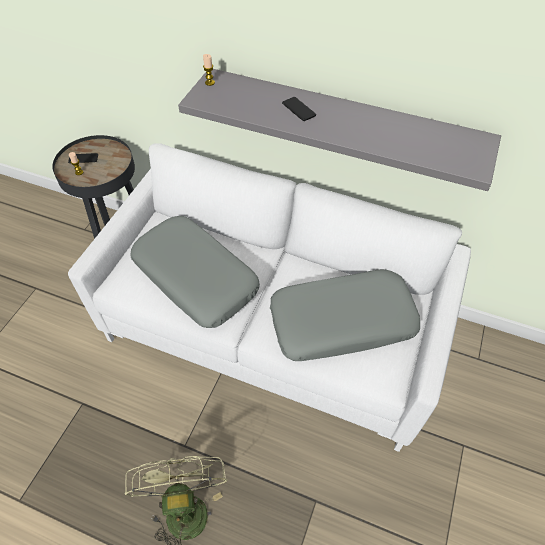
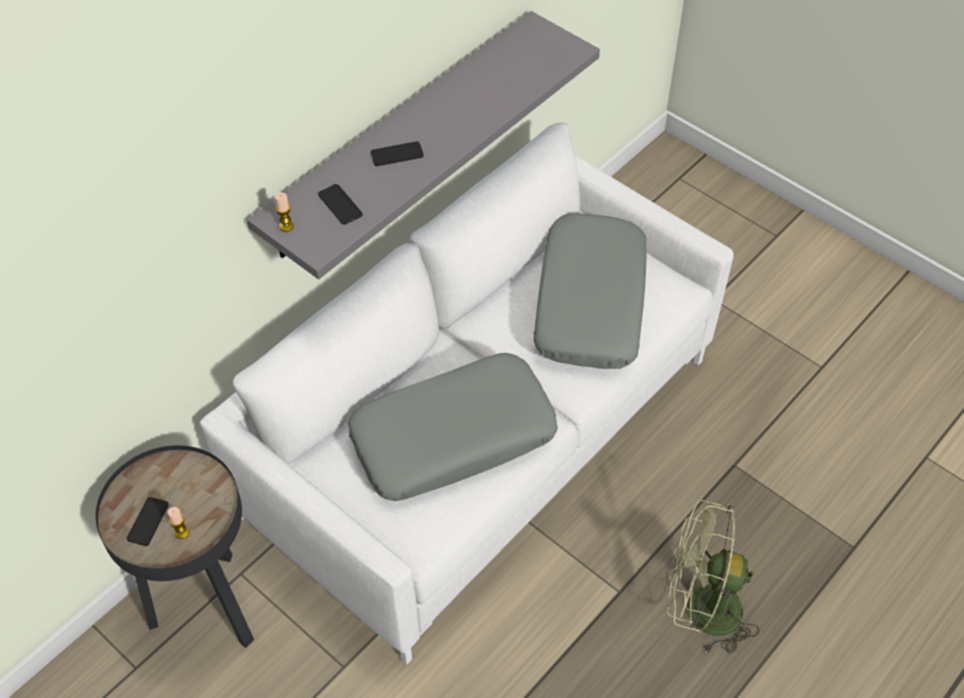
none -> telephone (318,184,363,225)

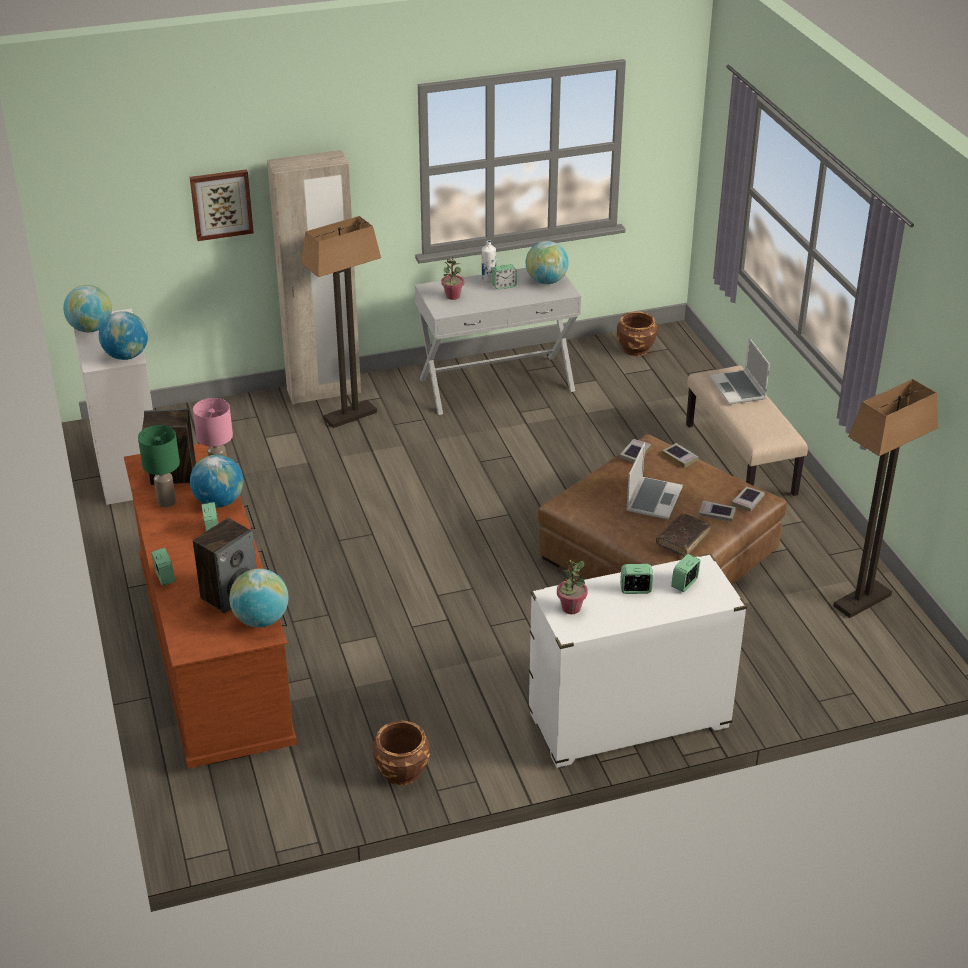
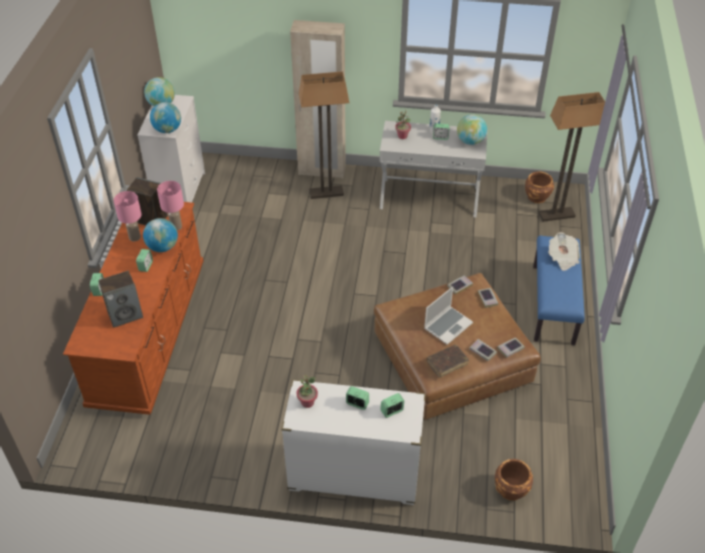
wall picture (190,169,254,241) -> none
notebook computer (710,337,770,404) -> newspaper (548,232,580,271)
indoor bench/beige-coloured (686,365,808,496) -> indoor bench/blue (533,236,585,345)
standard lamp (833,379,938,618) -> standard lamp (539,92,605,222), moved
table lamp/greenish (138,425,180,508) -> table lamp/pinkish (113,191,142,241)
desk globe (229,569,288,627) -> none
planter/brown (373,721,430,785) -> planter/brown (495,459,533,501), moved

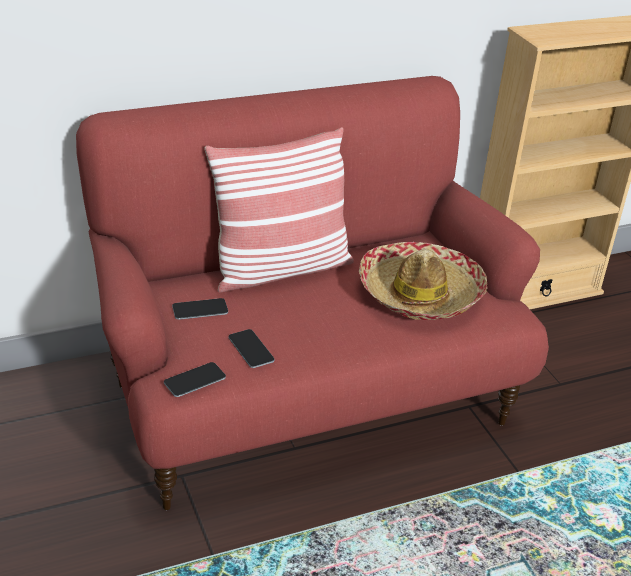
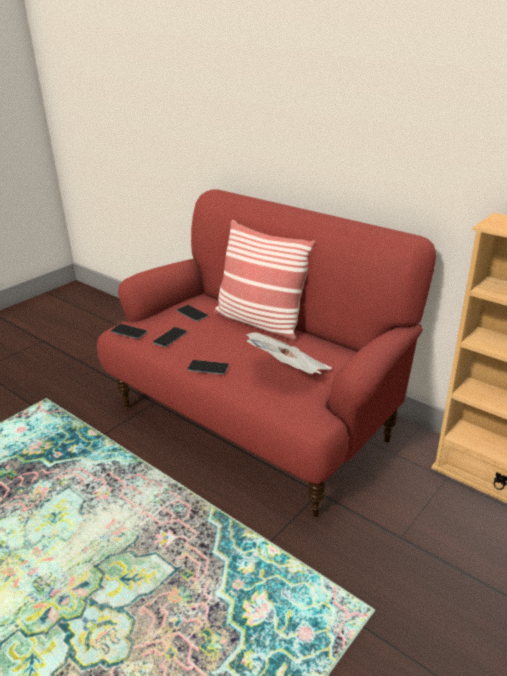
hat (359,242,487,320) -> newspaper (246,332,332,374)
none -> telephone (188,360,229,375)

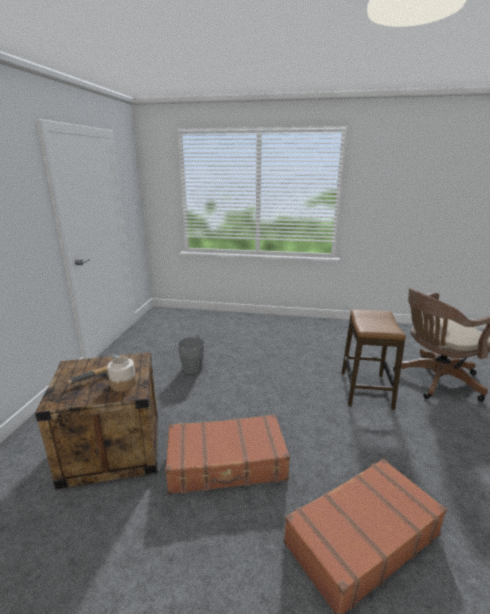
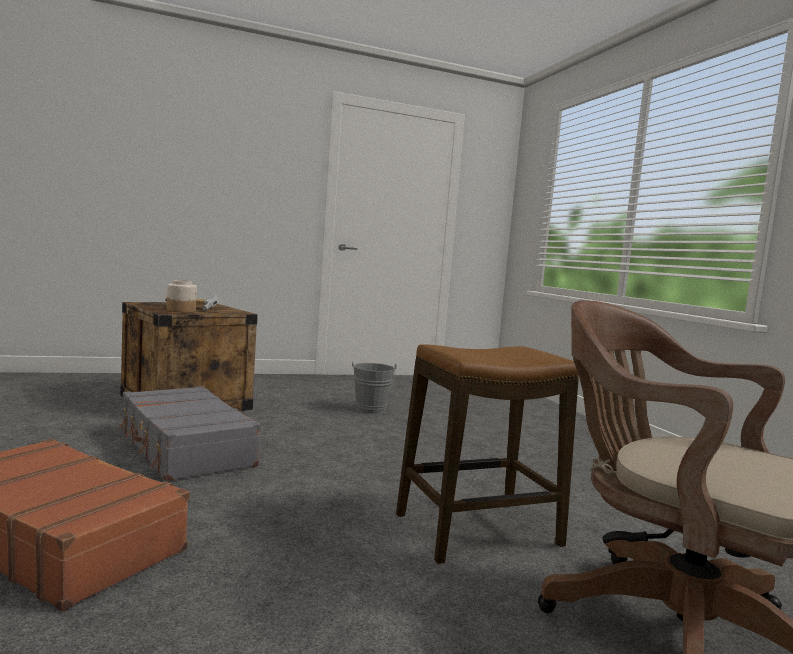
travel case/brown (165,414,290,494) -> travel case/greyish (118,386,261,481)

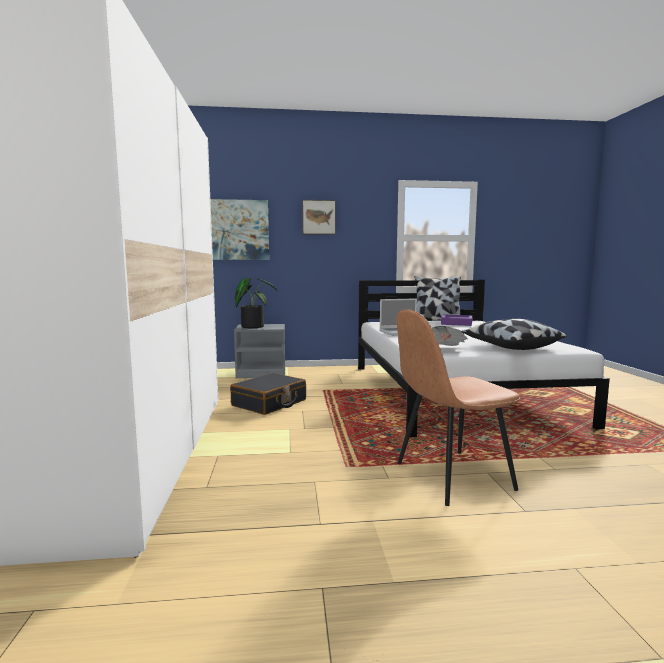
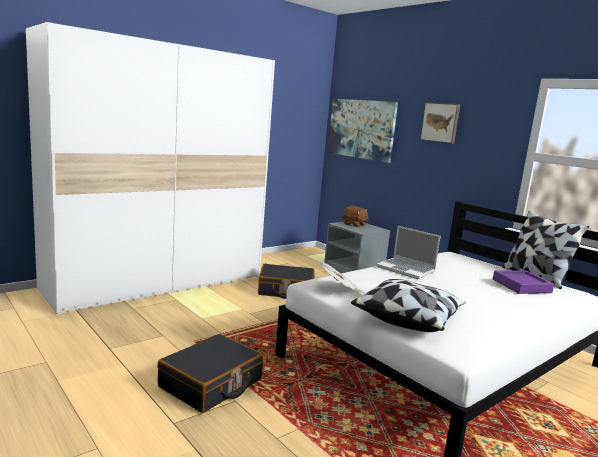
plant in a pot (235,278,278,328) -> plush toy/brown (342,206,369,227)
chair/brown (397,309,520,506) -> travel case/blackish (157,334,263,413)

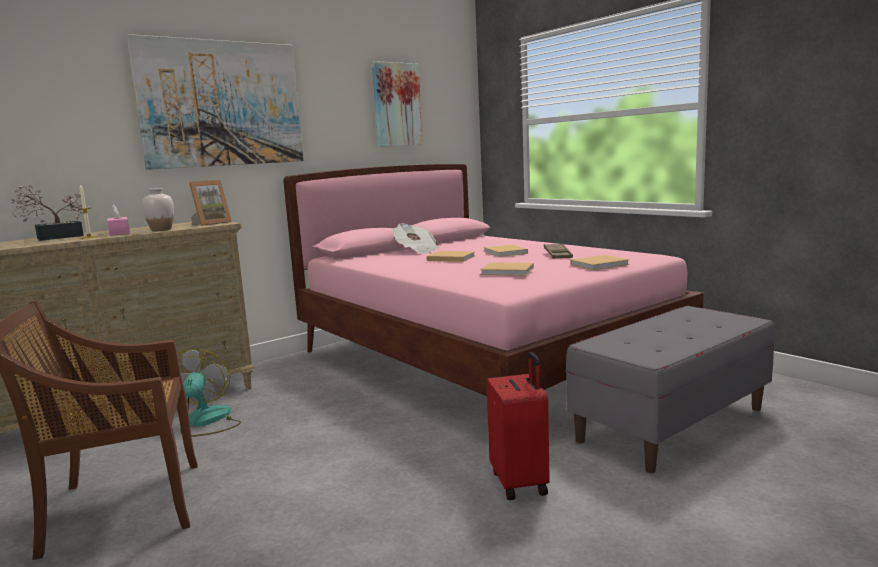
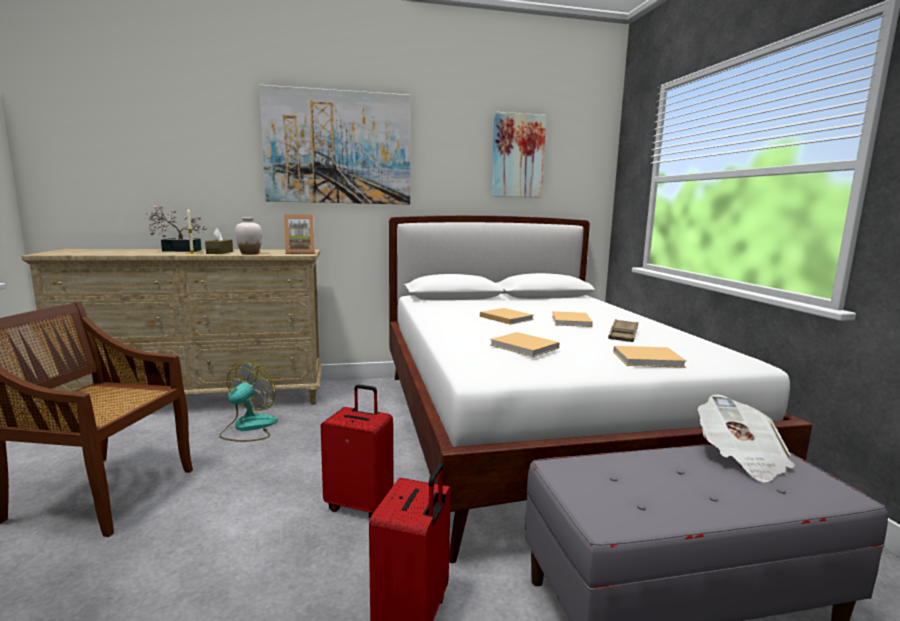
bed/pinkish (283,164,704,396) -> bed/whitish (389,215,813,563)
tissue box/pinkish (107,204,130,236) -> tissue box/brown (205,228,233,254)
newspaper (392,224,439,254) -> newspaper (697,394,795,483), moved
none -> travel case/red-coloured (321,384,393,518)

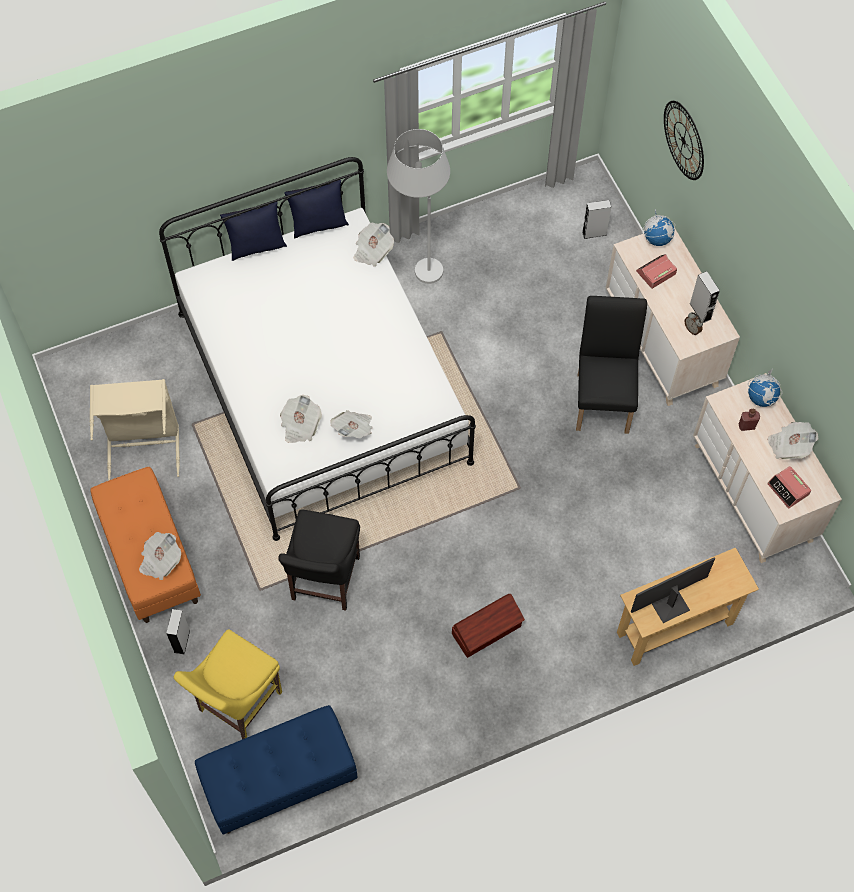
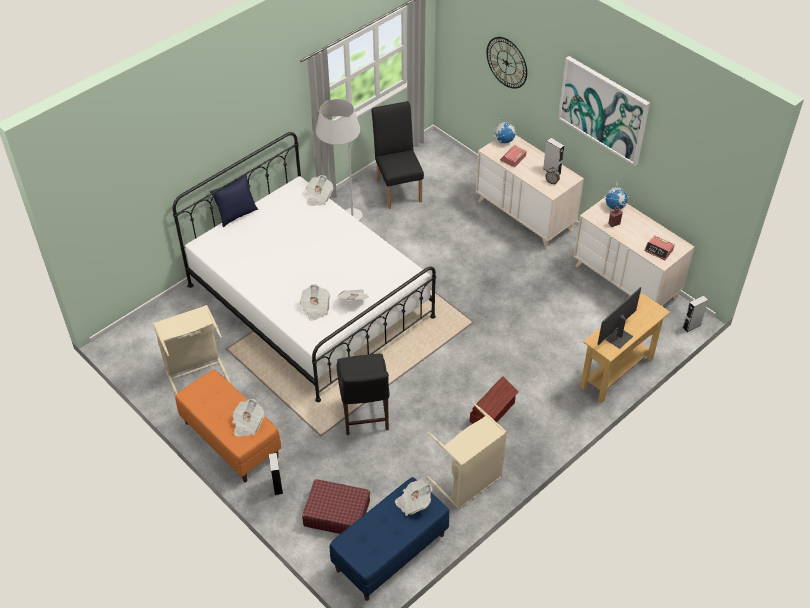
throw pillow/blue (284,180,349,238) -> none
speaker/greyish (582,200,611,239) -> speaker/greyish (682,295,708,332), moved
chair/blackish (576,296,647,434) -> chair/blackish (372,101,424,209), moved
newspaper (767,422,818,460) -> newspaper (395,479,433,516), moved
chair/yellow (174,629,282,739) -> travel case/red-coloured (302,479,370,534)
none -> wall picture (558,56,650,166)
none -> washing basket/beige-coloured (427,401,507,509)

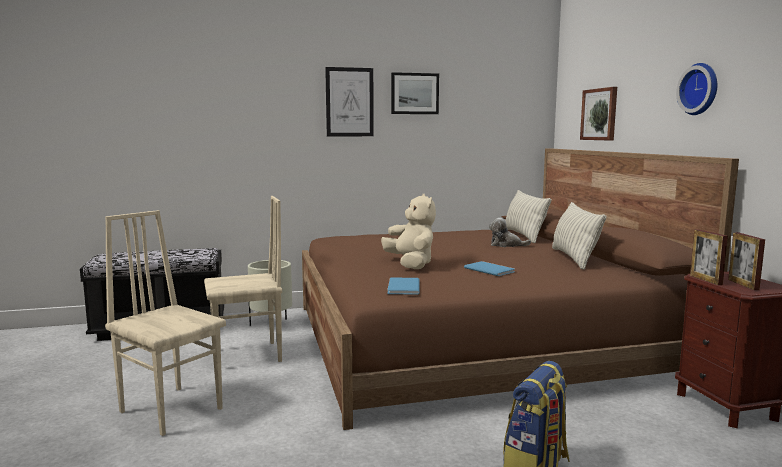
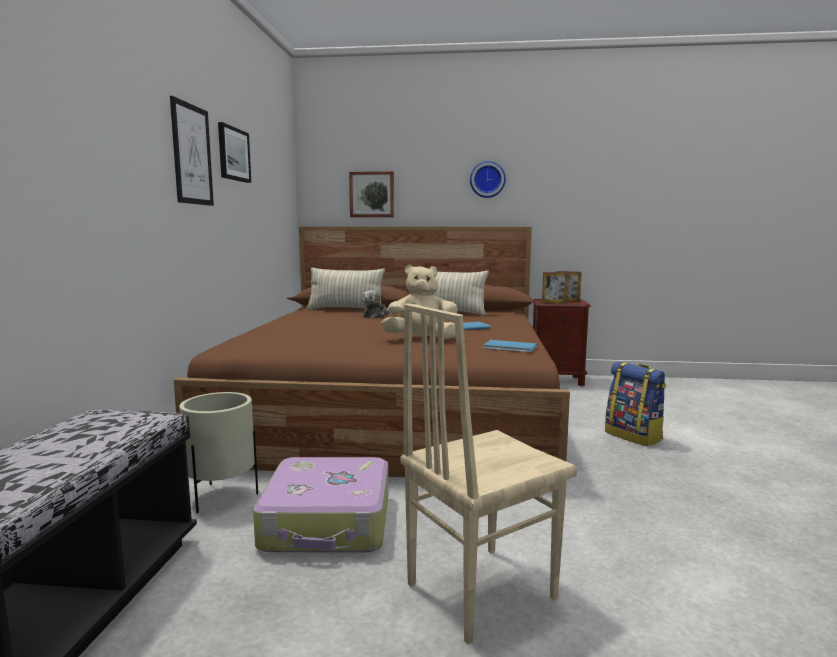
chair/beige-coloured (204,196,282,362) -> travel case (253,457,388,552)

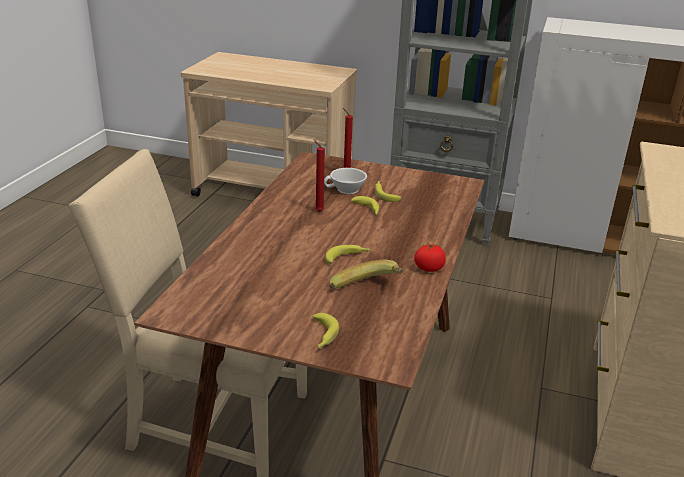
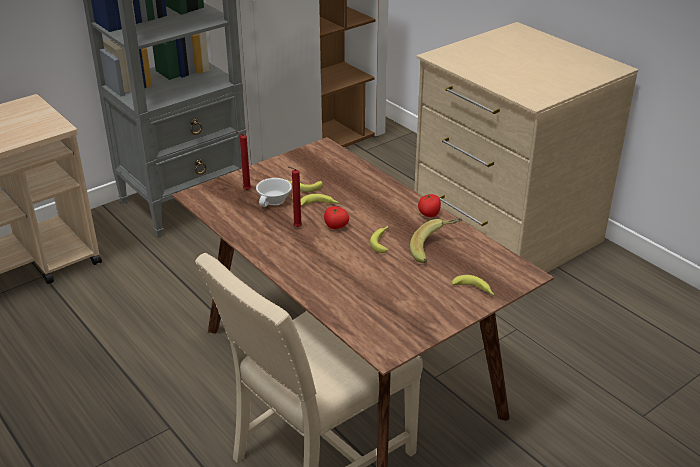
none -> fresh tomato (324,206,349,229)

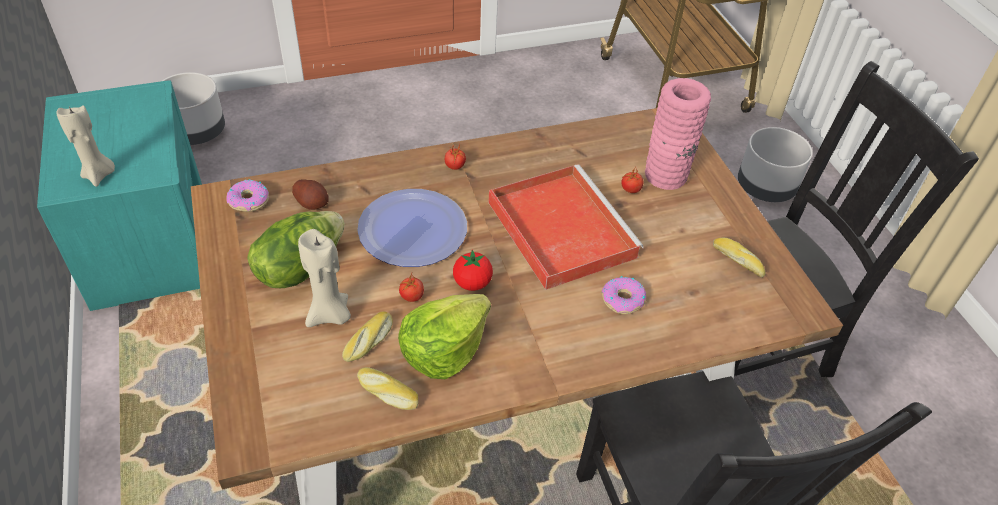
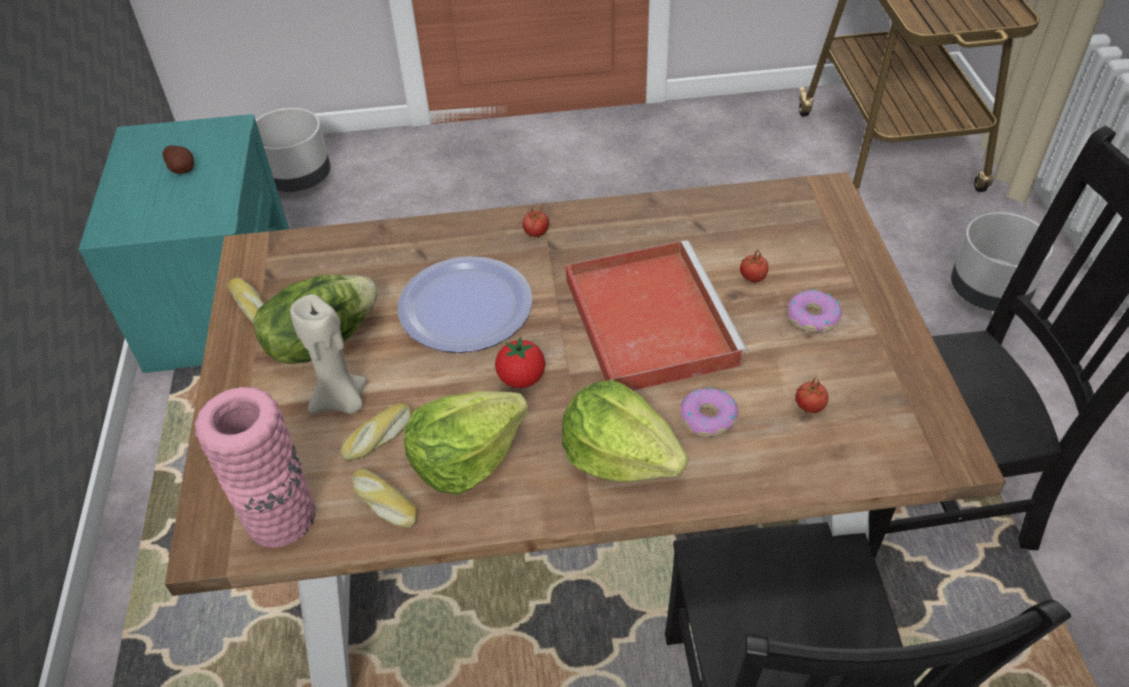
vase/pinkish (645,78,711,190) -> vase/pinkish (194,387,315,548), moved
candle/beige-coloured (56,105,115,187) -> none
donut (226,179,269,212) -> donut (788,290,842,332), moved
potato (292,179,329,210) -> potato (162,145,194,174), moved
baked bread (713,237,766,278) -> baked bread (227,278,264,324), moved
fresh tomato (399,274,424,302) -> fresh tomato (796,375,828,413), moved
none -> head of lettuce (562,380,689,482)

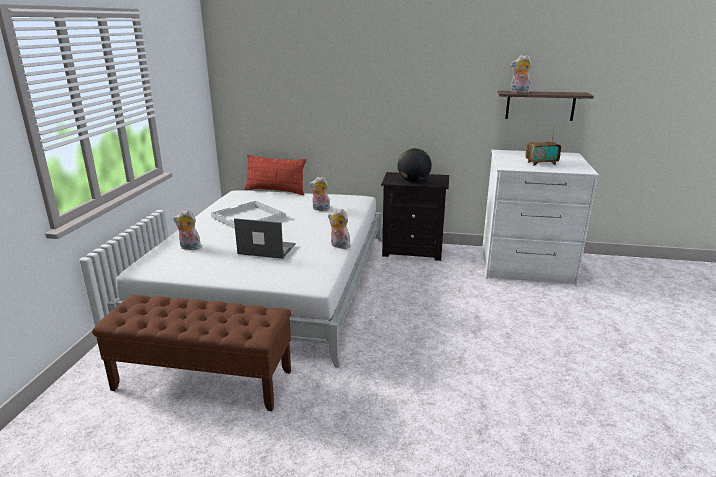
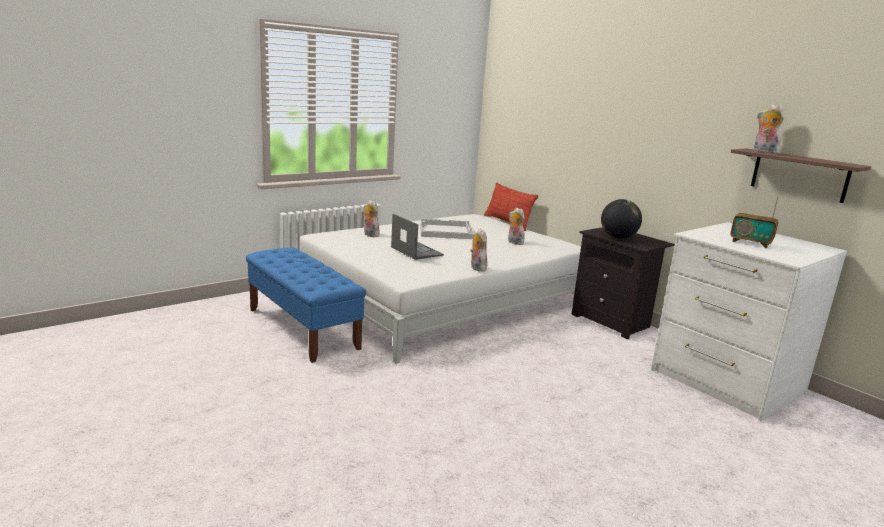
indoor bench/brown (92,295,291,411) -> indoor bench/blue (246,247,366,363)

